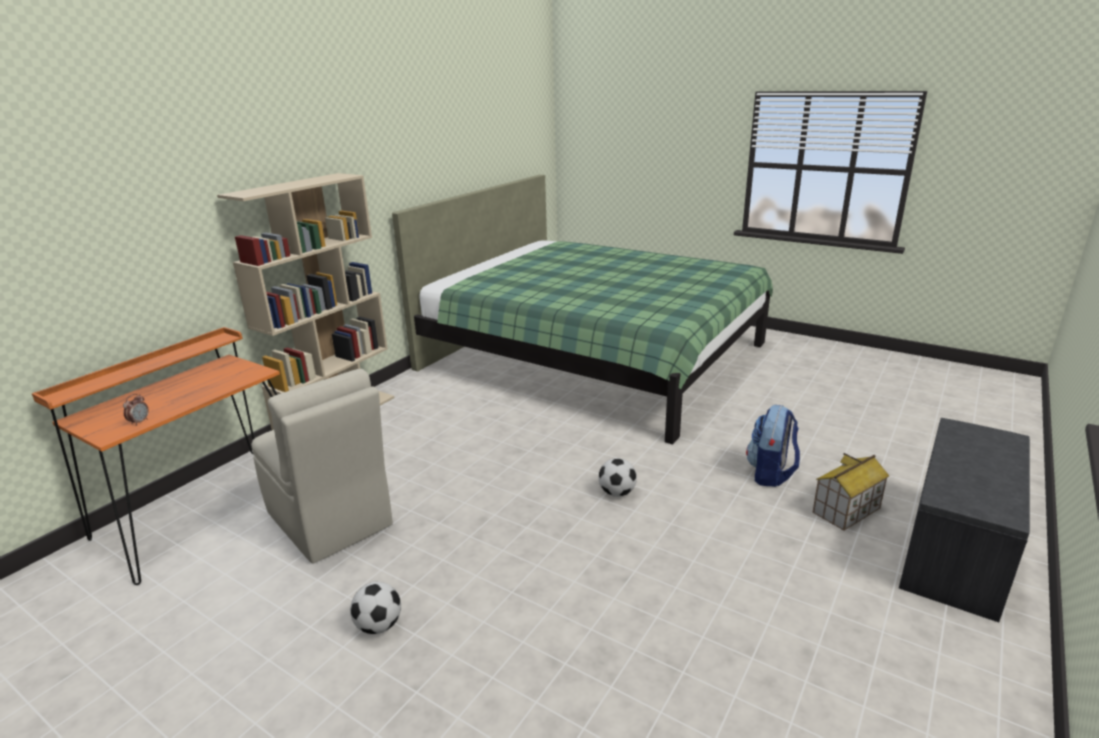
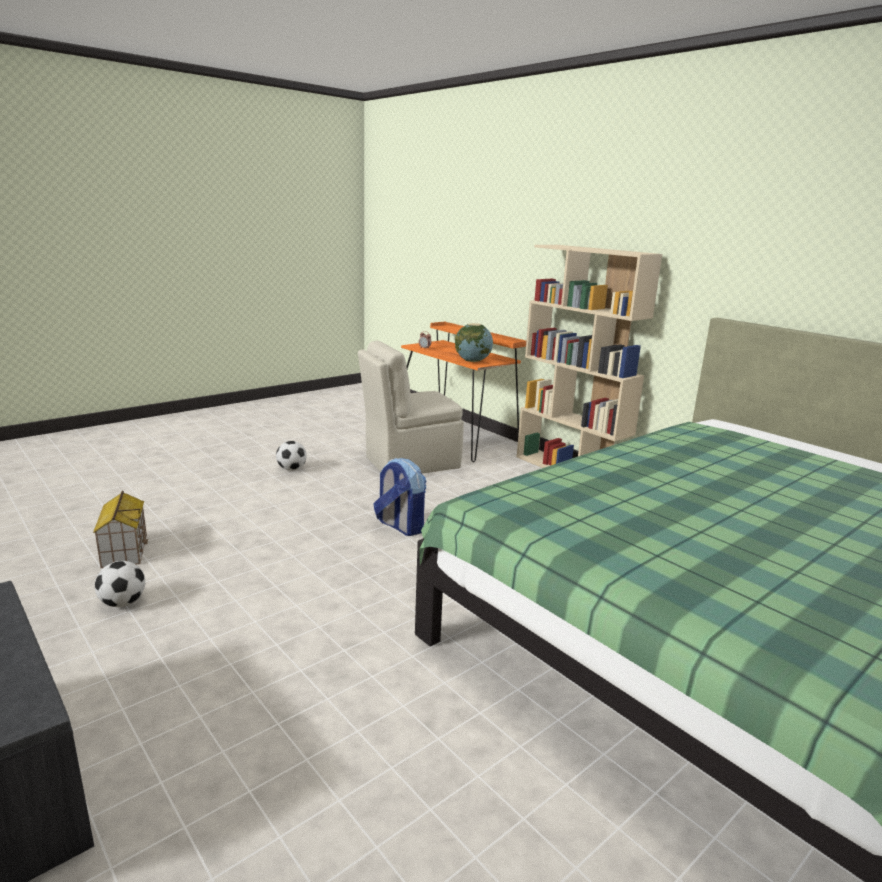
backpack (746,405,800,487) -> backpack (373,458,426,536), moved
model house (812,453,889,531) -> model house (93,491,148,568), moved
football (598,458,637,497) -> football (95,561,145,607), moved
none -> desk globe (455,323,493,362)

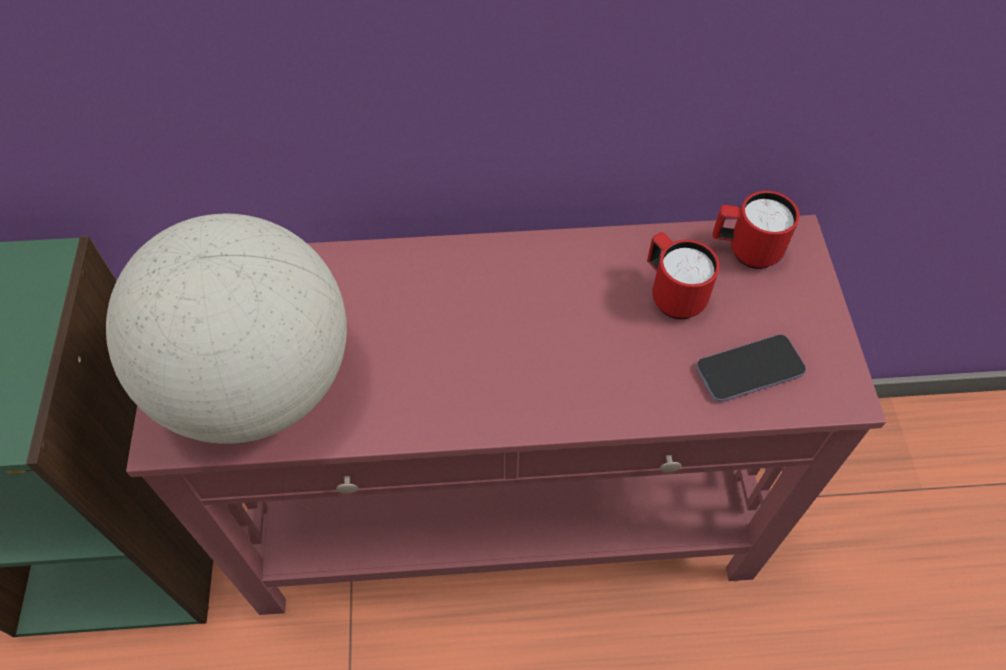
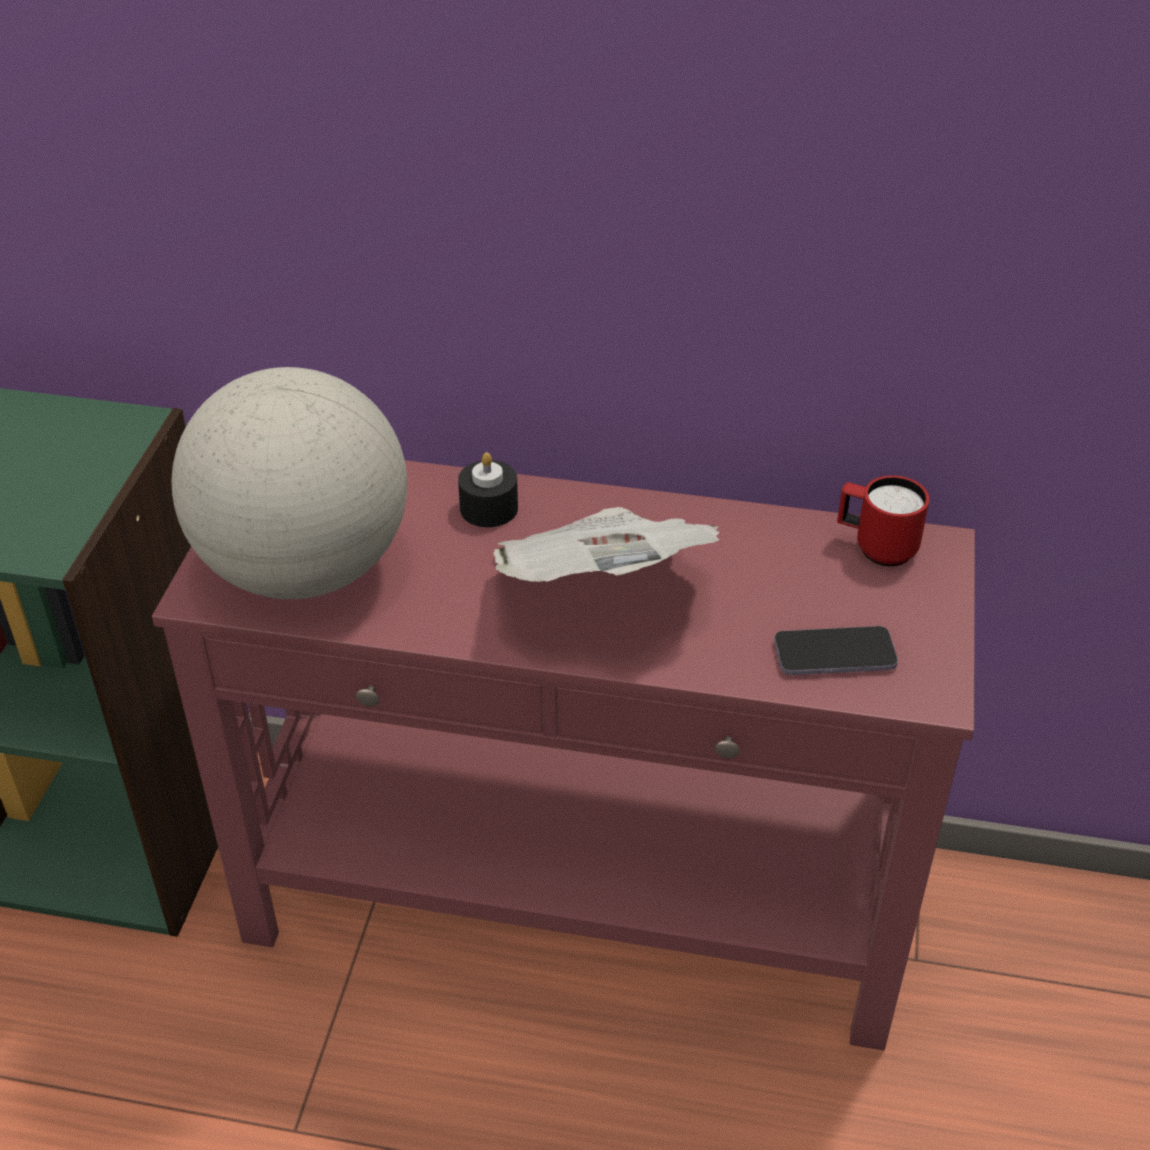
mug/red-coloured (647,232,720,319) -> none
none -> candle/blackish (458,452,518,527)
none -> newspaper (493,507,719,582)

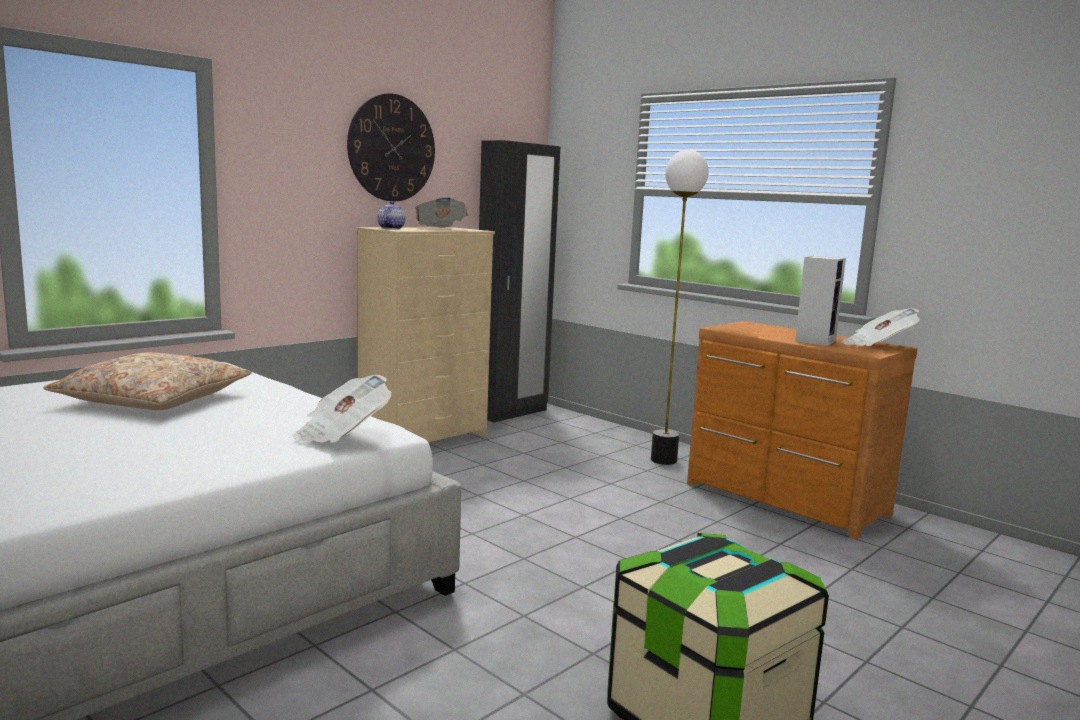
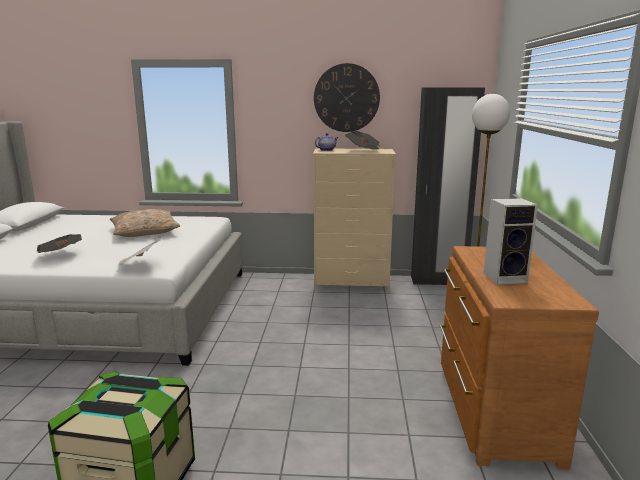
newspaper (842,308,920,346) -> newspaper (37,234,82,253), moved

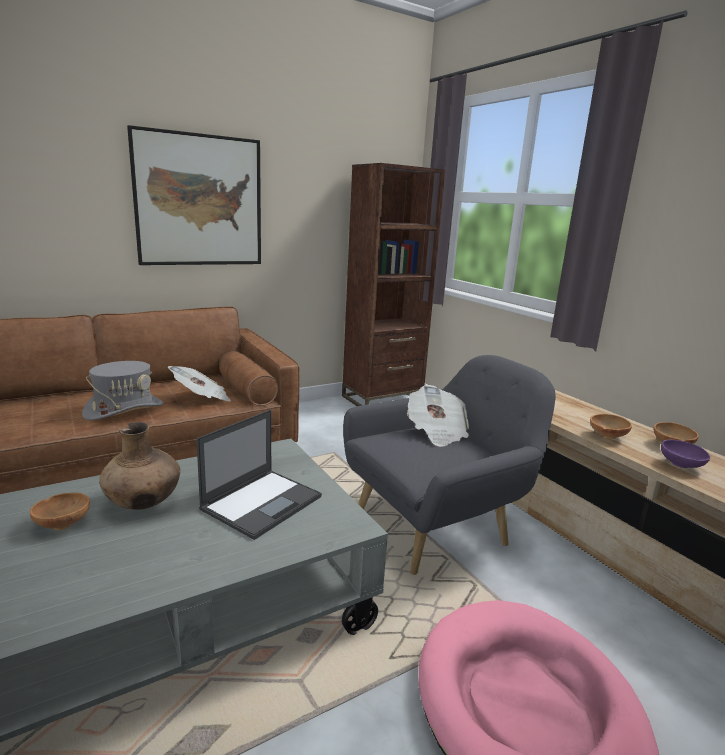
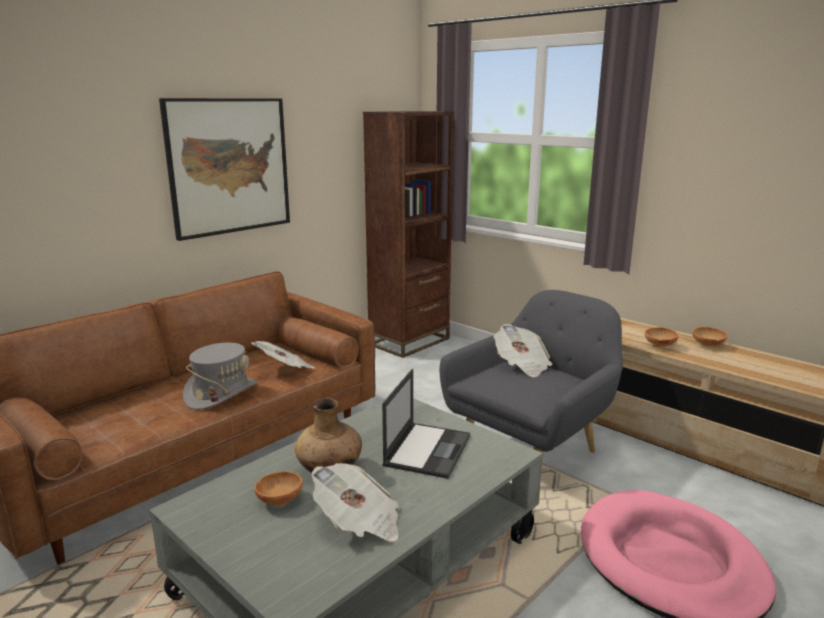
bowl/purplish (661,440,710,468) -> none
none -> newspaper (312,463,399,542)

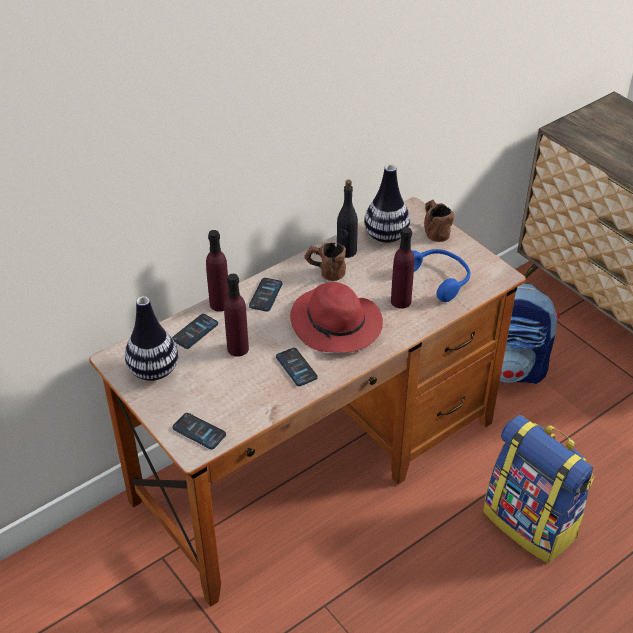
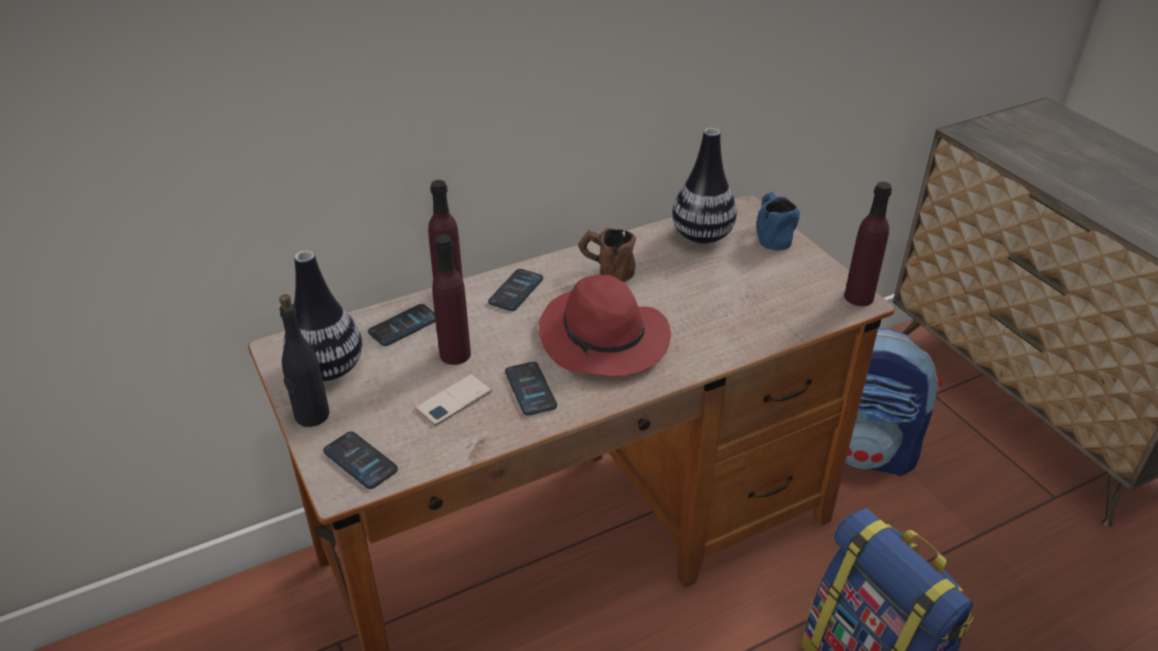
beverage bottle/blackish (337,180,358,258) -> beverage bottle/blackish (279,294,330,427), moved
mug/brown (424,200,454,242) -> mug/blue (756,192,800,250)
beverage bottle/purplish (391,227,415,309) -> beverage bottle/purplish (844,182,892,306), moved
pair of headphones/blue (412,249,471,302) -> none
none -> telephone (415,374,493,426)

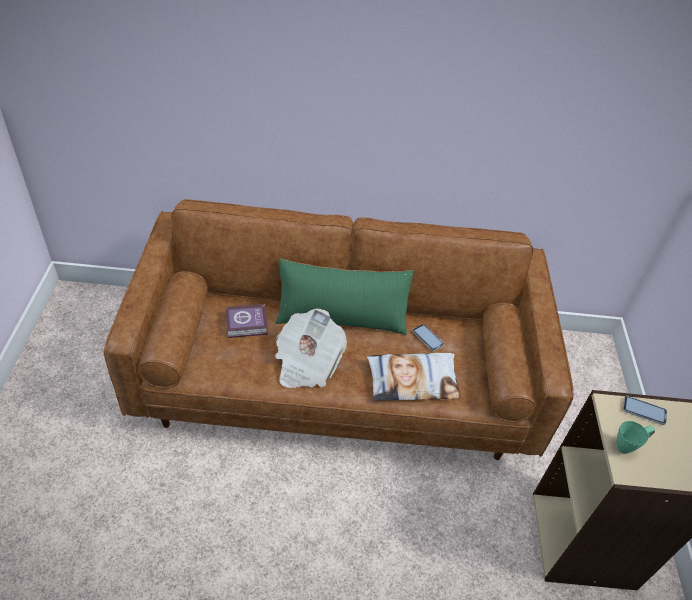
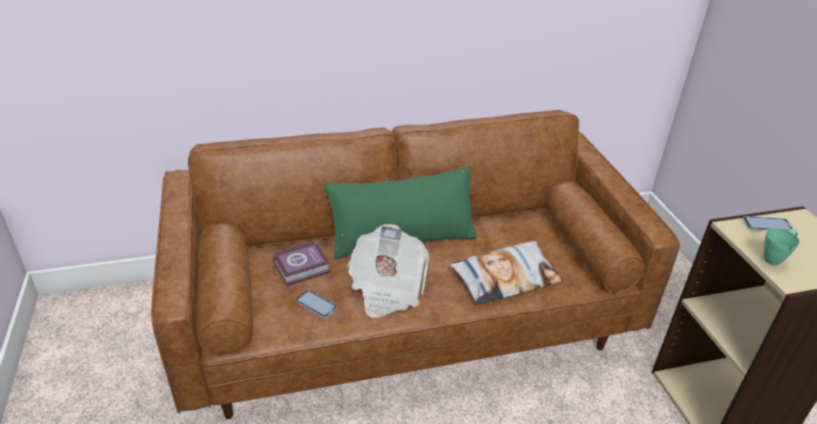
telephone (413,324,444,351) -> telephone (295,290,337,318), moved

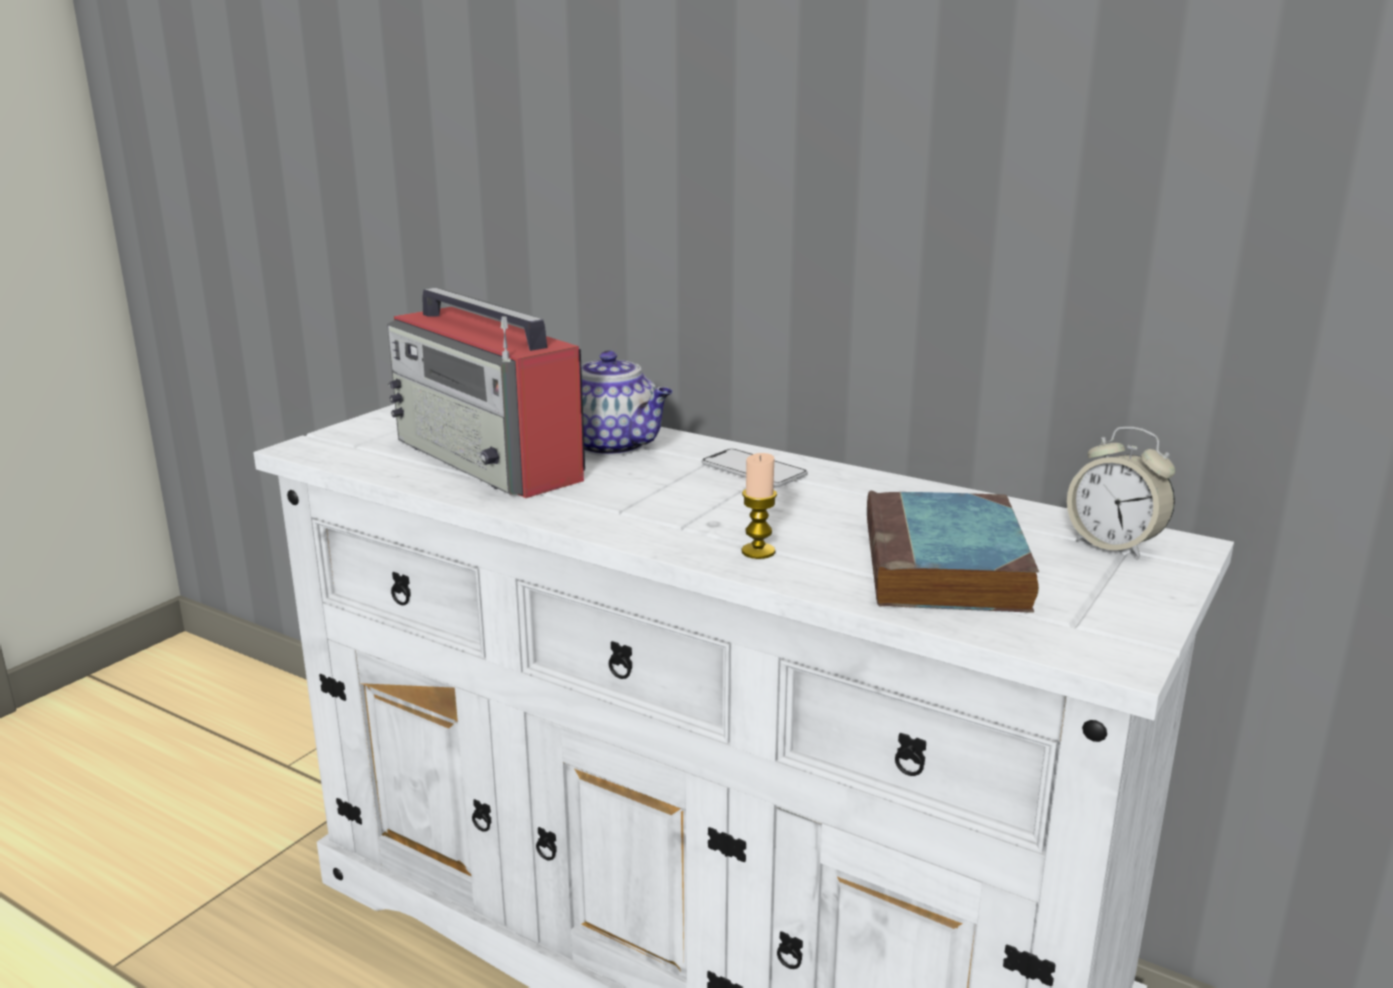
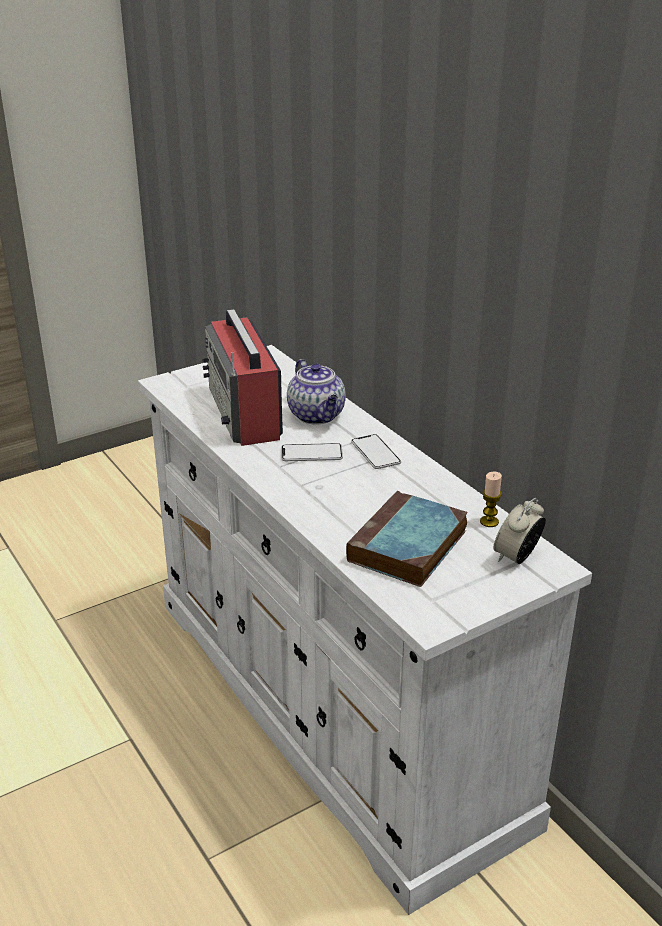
alarm clock (1067,427,1175,559) -> alarm clock (493,498,546,564), 60 degrees clockwise
candle (742,453,777,559) -> candle (480,471,502,527), moved
none -> telephone (281,443,343,461)

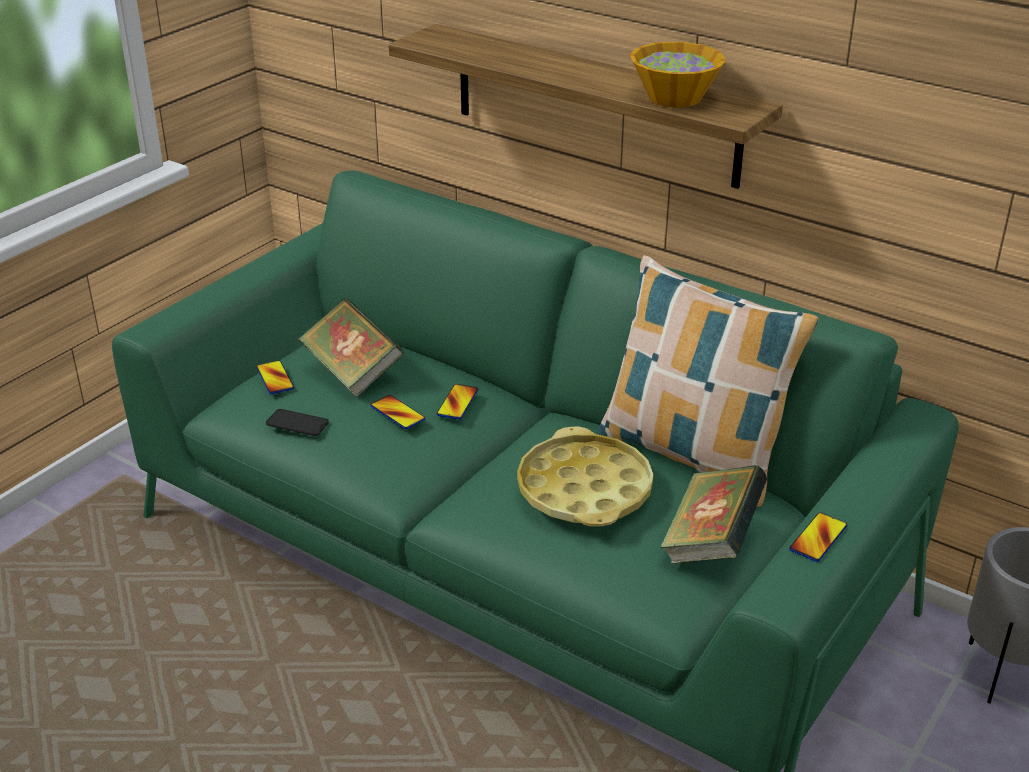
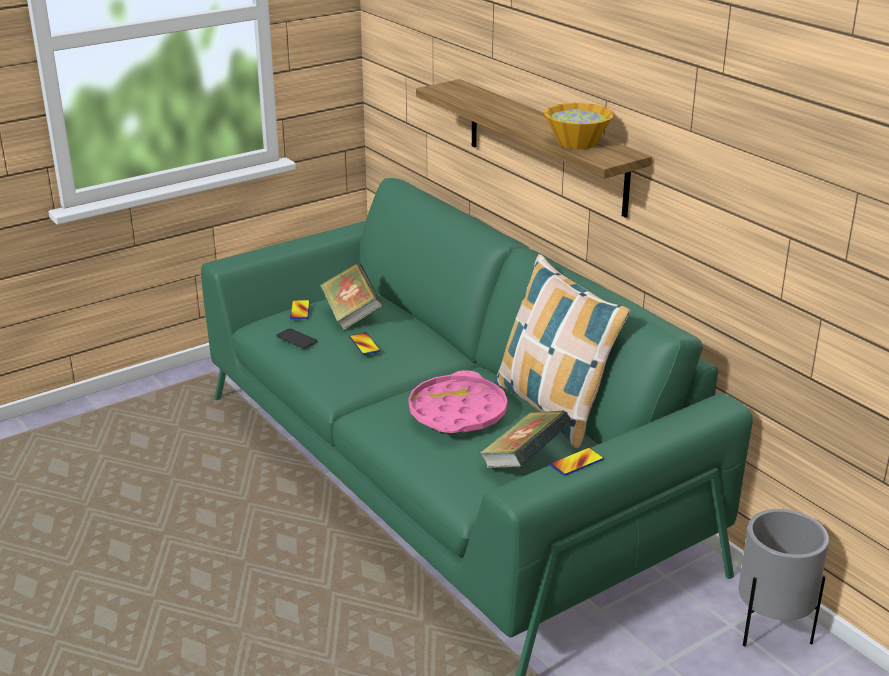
telephone (437,384,478,419) -> none
tray/yellow (517,426,653,526) -> tray/pinkish (408,370,508,433)

